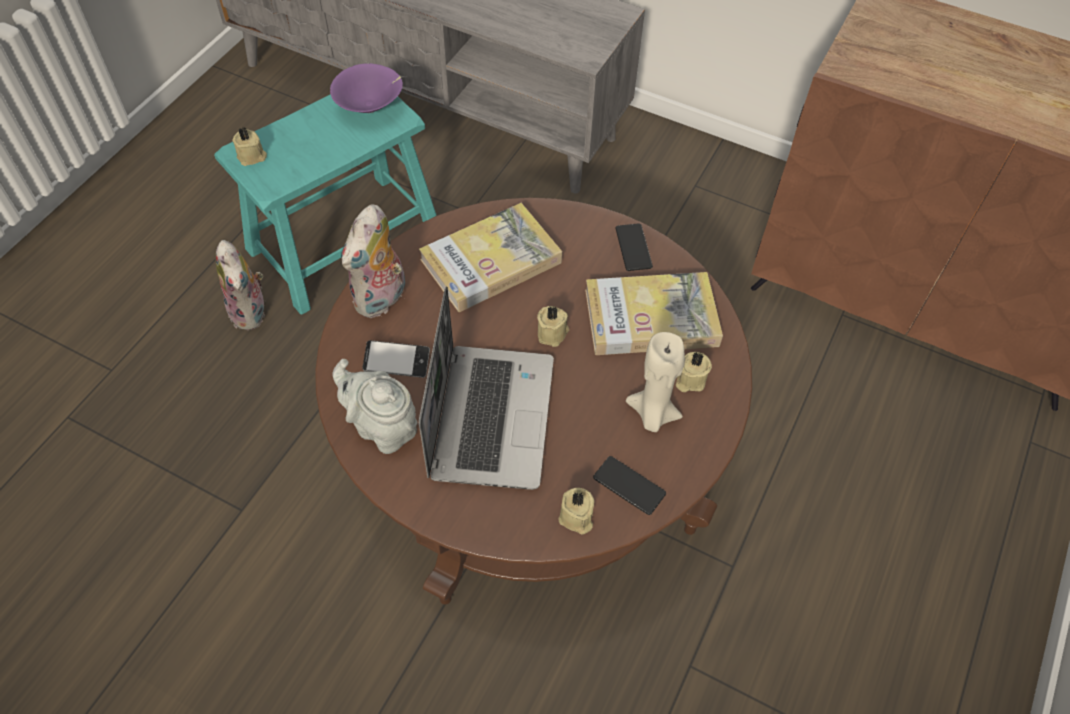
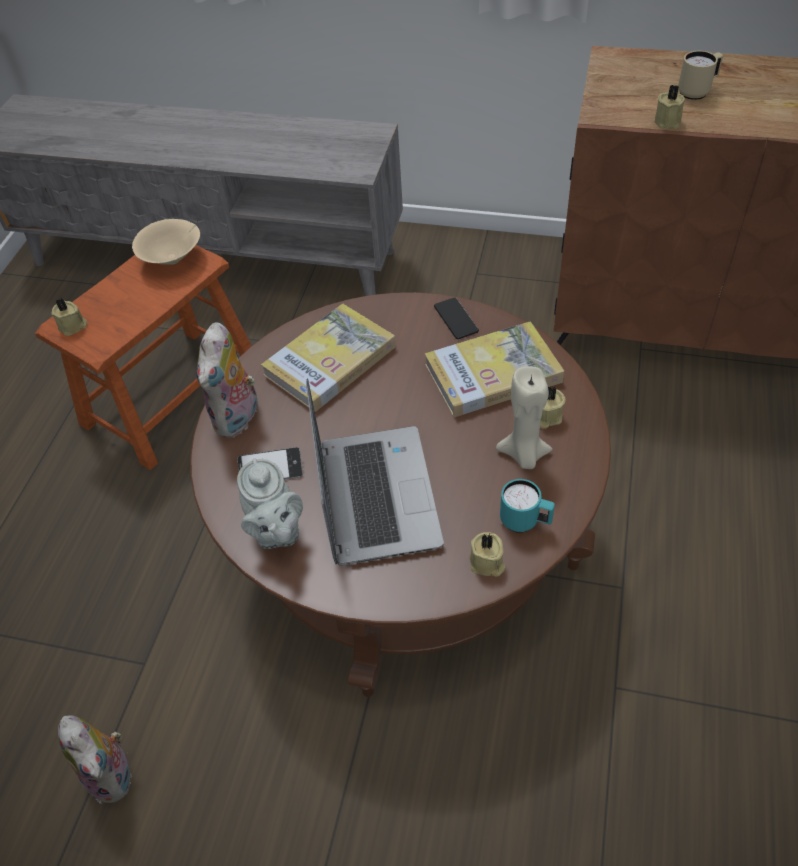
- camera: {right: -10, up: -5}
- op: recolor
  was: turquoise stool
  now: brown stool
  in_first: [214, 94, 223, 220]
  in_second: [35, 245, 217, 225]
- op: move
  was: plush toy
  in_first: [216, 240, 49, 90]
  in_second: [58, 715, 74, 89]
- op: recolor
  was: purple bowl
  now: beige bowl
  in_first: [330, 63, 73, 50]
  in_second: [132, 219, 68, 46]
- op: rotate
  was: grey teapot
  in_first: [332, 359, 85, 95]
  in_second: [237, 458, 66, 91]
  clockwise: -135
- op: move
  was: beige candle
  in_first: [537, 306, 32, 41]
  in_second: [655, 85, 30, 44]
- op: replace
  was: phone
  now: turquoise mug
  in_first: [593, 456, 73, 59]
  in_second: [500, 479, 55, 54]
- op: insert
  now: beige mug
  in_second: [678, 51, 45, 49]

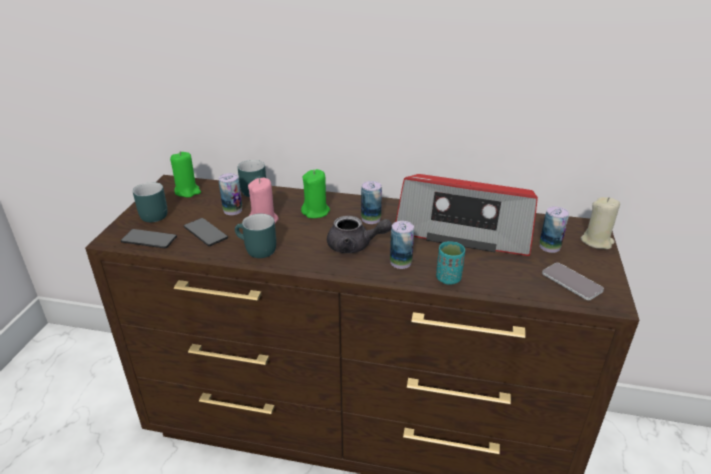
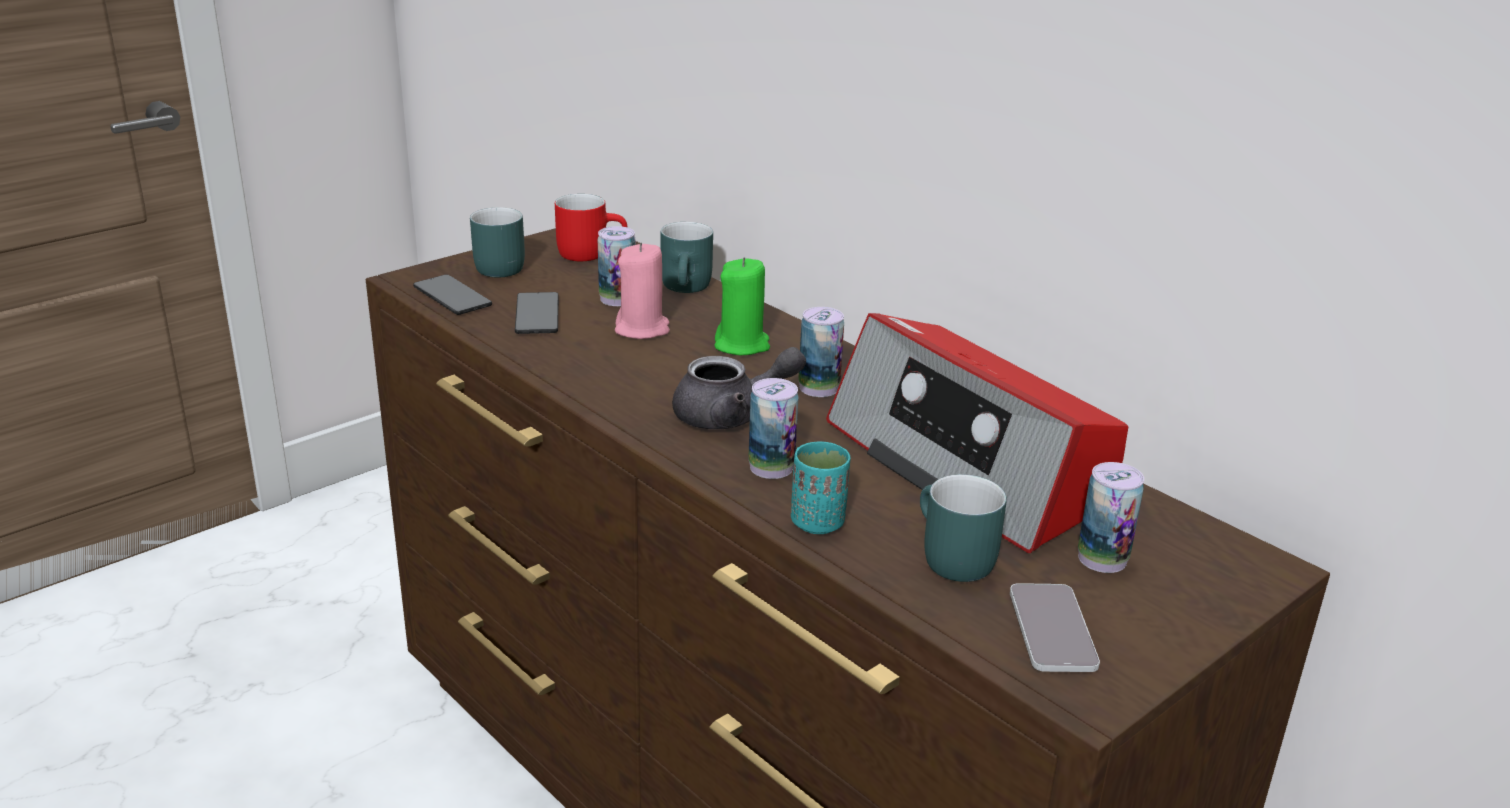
- camera: {right: 35, up: -5}
- op: replace
  was: green candle
  now: red mug
  in_first: [170, 151, 31, 47]
  in_second: [555, 194, 73, 67]
- op: move
  was: turquoise mug
  in_first: [235, 214, 41, 44]
  in_second: [920, 474, 87, 108]
- op: rotate
  was: grey teapot
  in_first: [327, 216, 65, 37]
  in_second: [672, 347, 134, 83]
  clockwise: -60
- op: delete
  was: beige candle
  in_first: [581, 197, 39, 52]

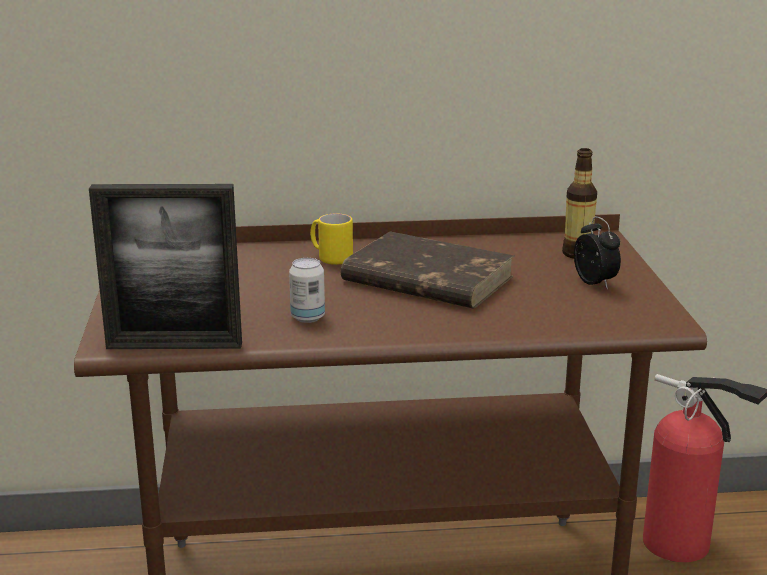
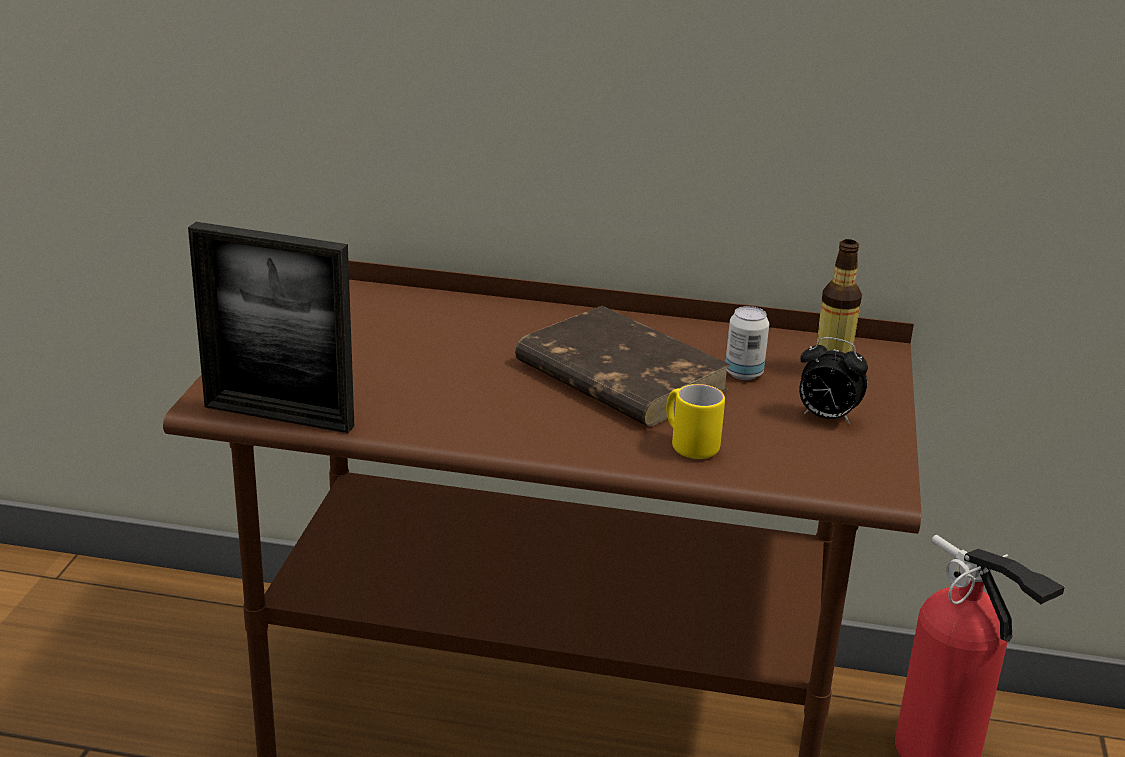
- camera: {right: 15, up: 5}
- op: move
  was: can
  in_first: [289, 258, 36, 65]
  in_second: [726, 306, 43, 74]
- op: move
  was: yellow mug
  in_first: [310, 213, 43, 52]
  in_second: [666, 384, 59, 75]
- op: rotate
  was: alarm clock
  in_first: [574, 216, 47, 74]
  in_second: [799, 337, 69, 87]
  clockwise: 120

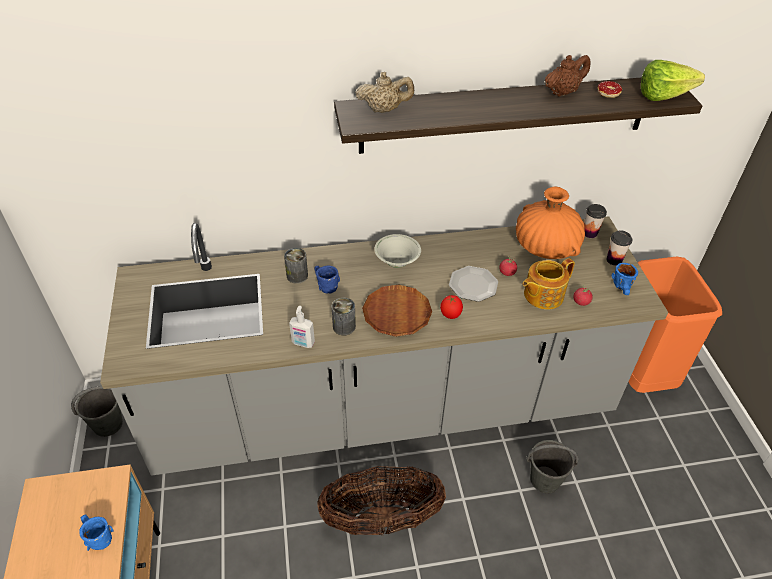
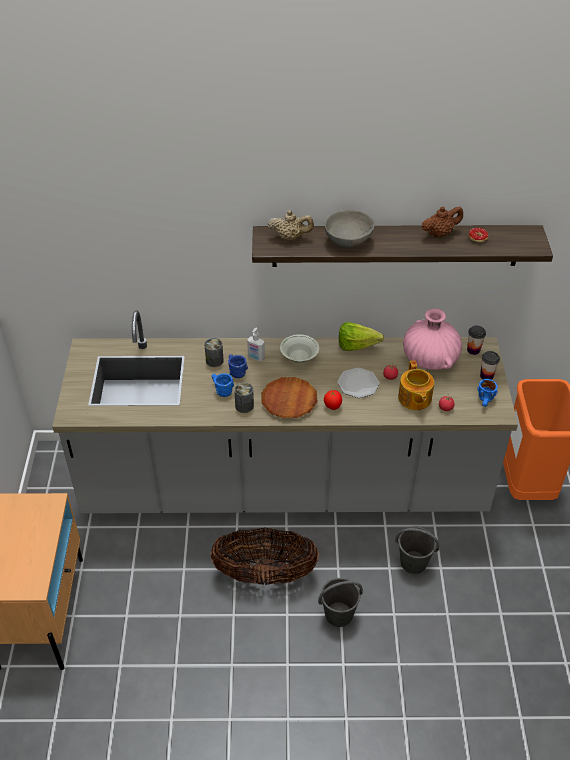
- camera: {right: 10, up: 0}
- op: move
  was: grey bucket
  in_first: [71, 386, 52, 51]
  in_second: [318, 578, 45, 49]
- op: move
  was: blue mug
  in_first: [79, 514, 35, 37]
  in_second: [212, 373, 22, 24]
- op: move
  was: soap dispenser
  in_first: [289, 306, 26, 42]
  in_second: [247, 327, 18, 34]
- op: recolor
  was: orange vase
  now: pink vase
  in_first: [516, 187, 69, 72]
  in_second: [403, 308, 59, 62]
- op: rotate
  was: teapot
  in_first: [523, 258, 52, 52]
  in_second: [398, 360, 36, 50]
  clockwise: -75
- op: move
  was: lettuce
  in_first: [641, 60, 64, 41]
  in_second: [339, 322, 45, 29]
- op: insert
  now: grey bowl
  in_second: [325, 210, 50, 38]

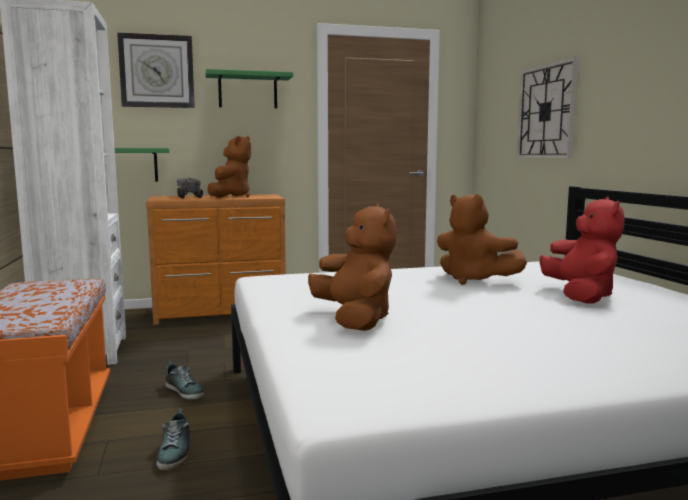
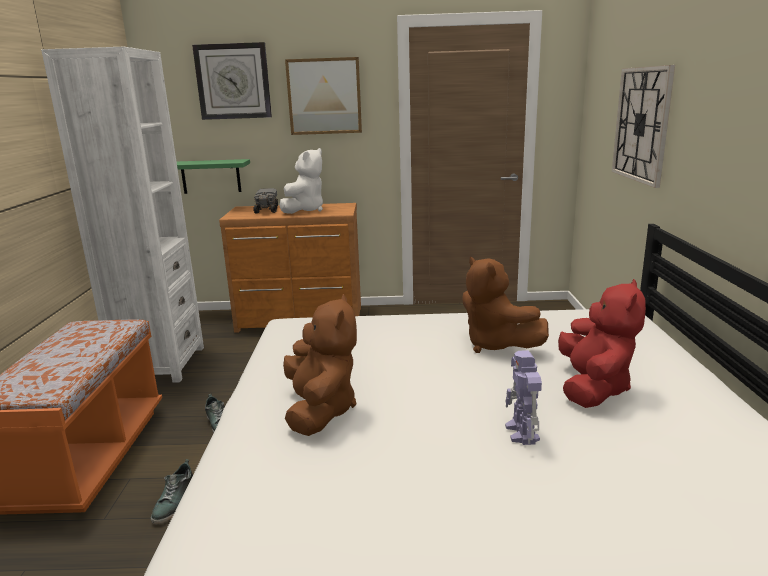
- camera: {right: 15, up: 10}
- op: replace
  was: green shelf
  now: picture
  in_first: [205, 69, 88, 39]
  in_second: [285, 57, 77, 78]
- op: recolor
  was: brown plush toy
  now: white plush toy
  in_first: [207, 136, 44, 62]
  in_second: [280, 148, 43, 66]
- op: insert
  now: toy robot
  in_second: [505, 350, 37, 95]

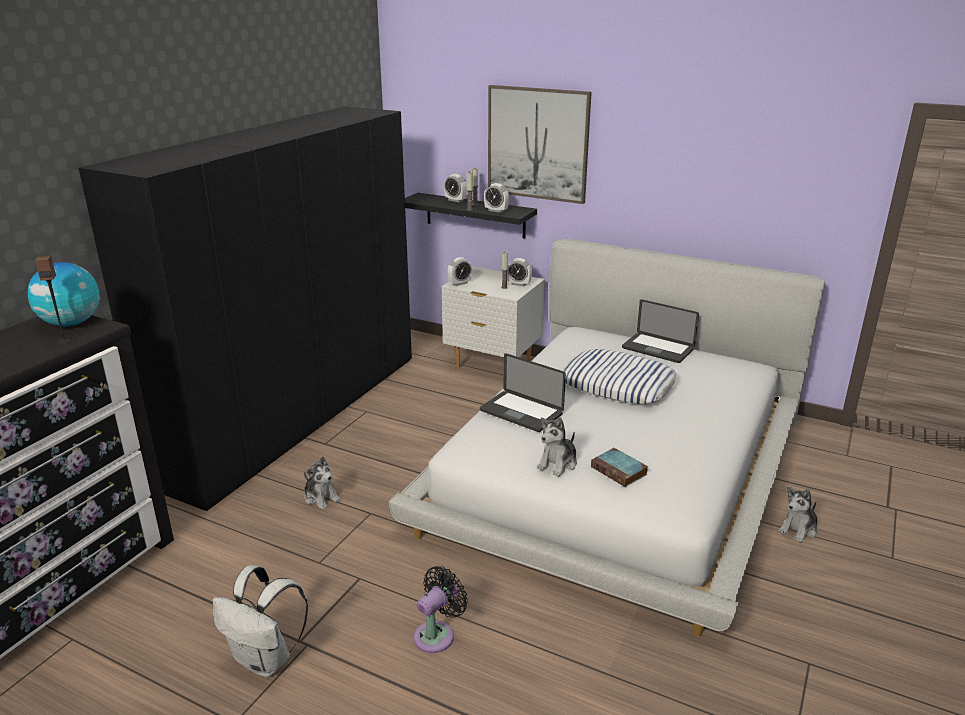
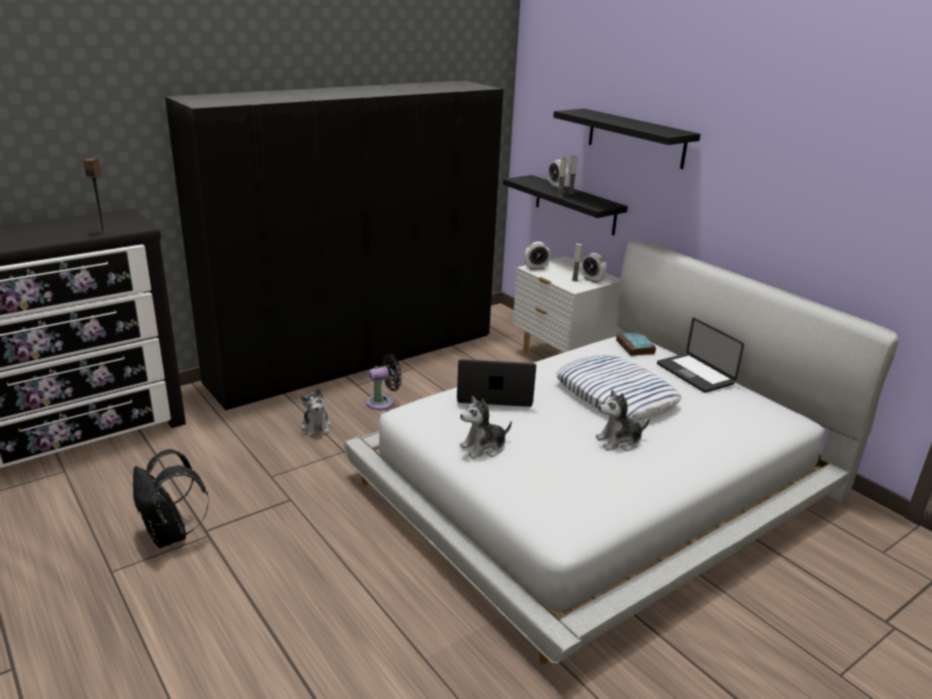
- camera: {right: 25, up: 0}
- op: delete
  was: globe
  in_first: [28, 262, 72, 64]
- op: recolor
  was: white backpack
  now: black backpack
  in_first: [213, 565, 95, 112]
  in_second: [133, 449, 76, 99]
- op: move
  was: black fan
  in_first: [414, 566, 54, 87]
  in_second: [366, 354, 36, 56]
- op: rotate
  was: laptop
  in_first: [480, 353, 86, 79]
  in_second: [457, 359, 79, 48]
  clockwise: 120
- op: delete
  was: alarm clock
  in_first: [484, 183, 25, 30]
- op: replace
  was: picture
  now: black shelf
  in_first: [488, 85, 104, 119]
  in_second: [553, 109, 148, 60]
- op: move
  was: book
  in_first: [591, 448, 57, 39]
  in_second: [616, 332, 40, 24]
- op: move
  was: plush toy
  in_first: [778, 486, 39, 57]
  in_second: [596, 390, 54, 61]

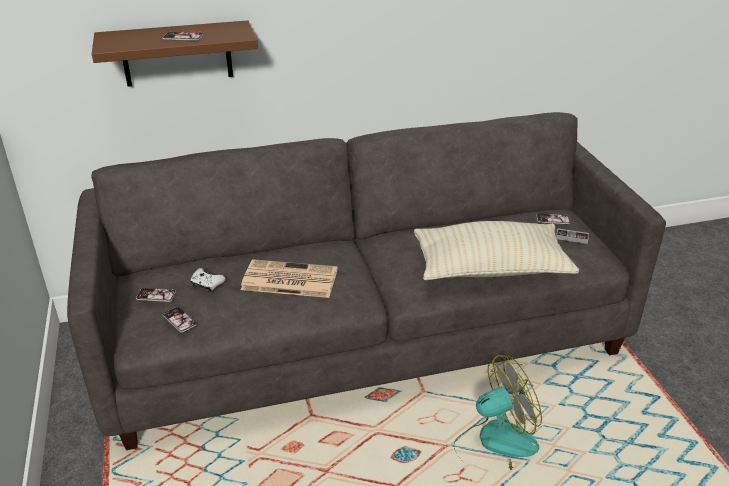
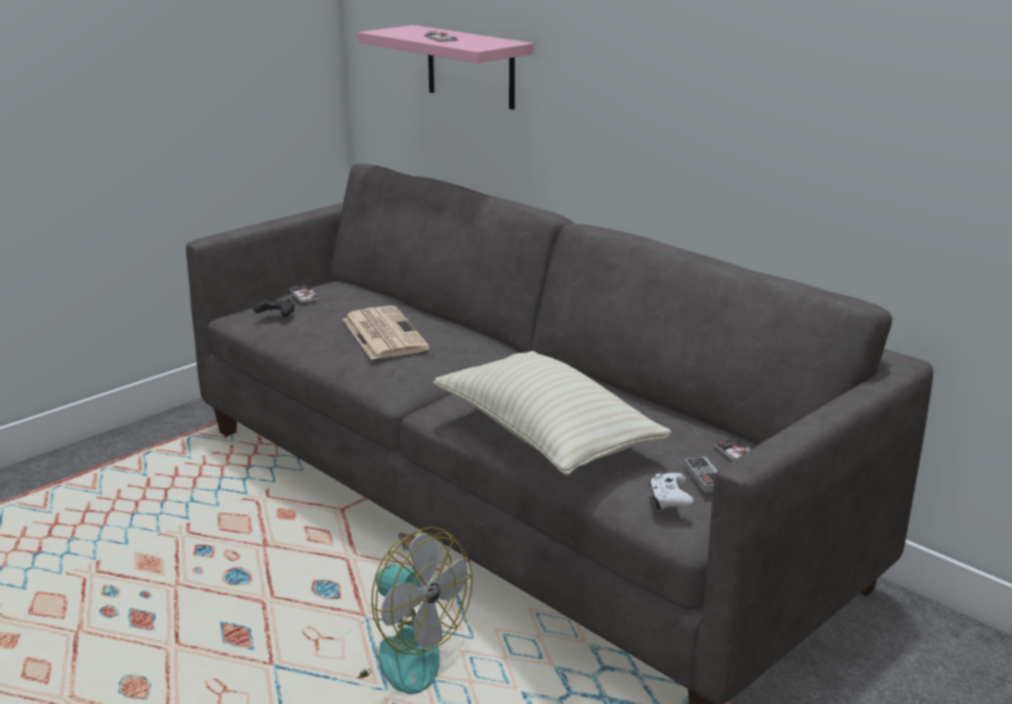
- camera: {right: 60, up: -10}
- op: recolor
  was: brown shelf
  now: pink shelf
  in_first: [92, 20, 166, 67]
  in_second: [358, 25, 175, 85]
- op: replace
  was: phone
  now: black game controller
  in_first: [163, 307, 34, 26]
  in_second: [253, 298, 42, 19]
- op: move
  was: white game controller
  in_first: [190, 268, 36, 25]
  in_second: [649, 473, 45, 36]

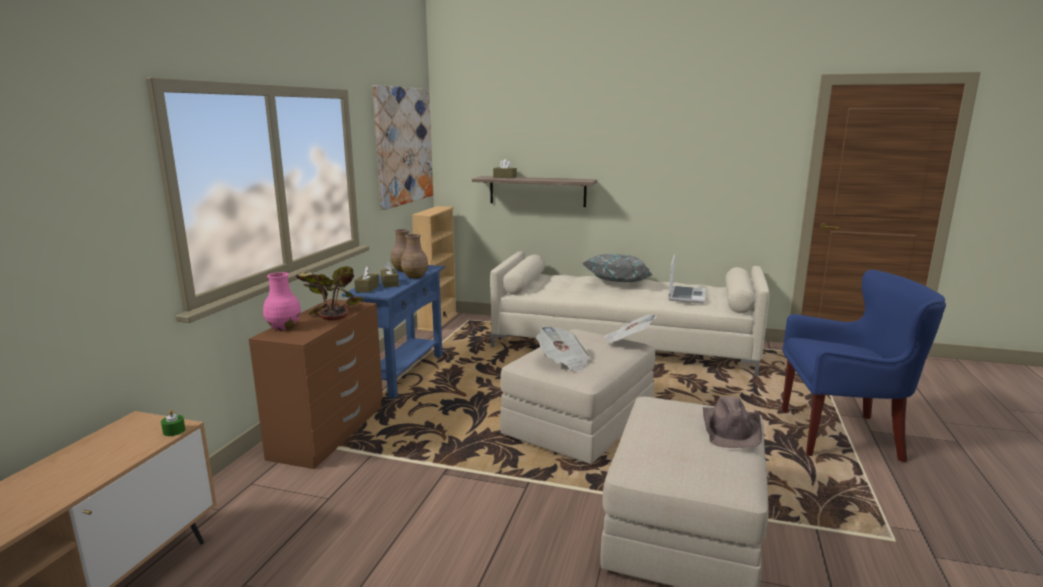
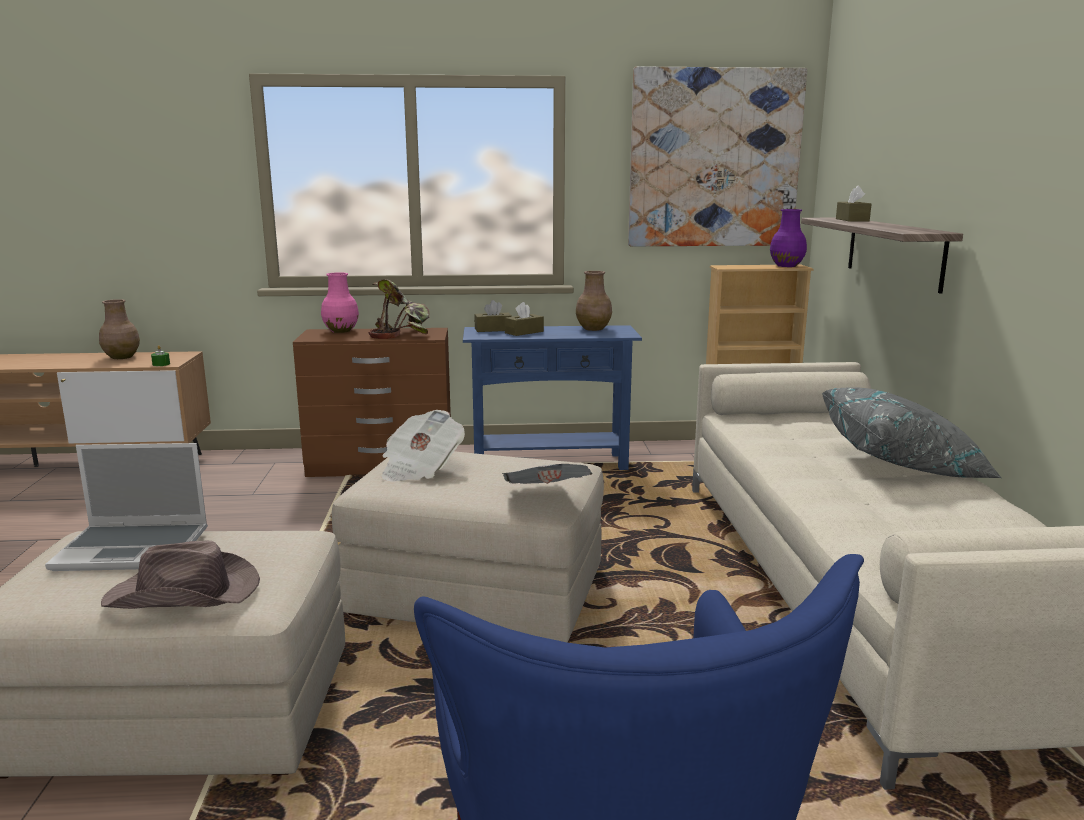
- camera: {right: 70, up: 0}
- op: move
  was: brown vase
  in_first: [401, 234, 27, 45]
  in_second: [99, 299, 41, 60]
- op: move
  was: laptop
  in_first: [668, 255, 38, 48]
  in_second: [45, 443, 163, 128]
- op: insert
  now: purple vase
  in_second: [770, 209, 37, 58]

